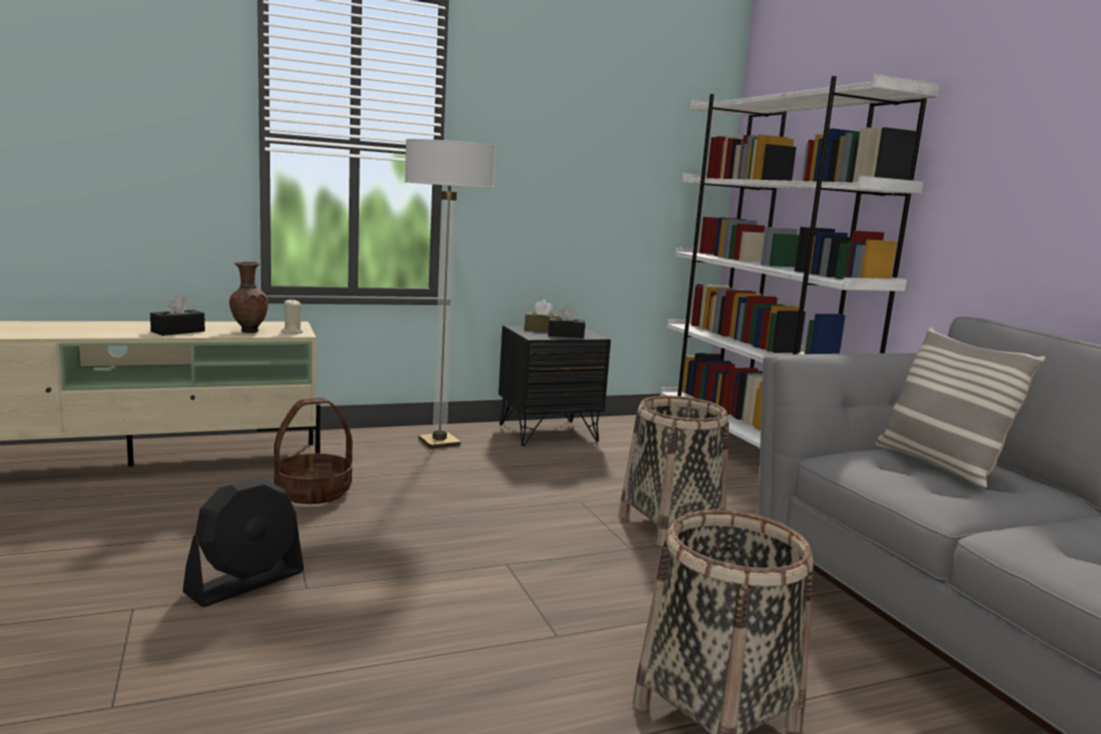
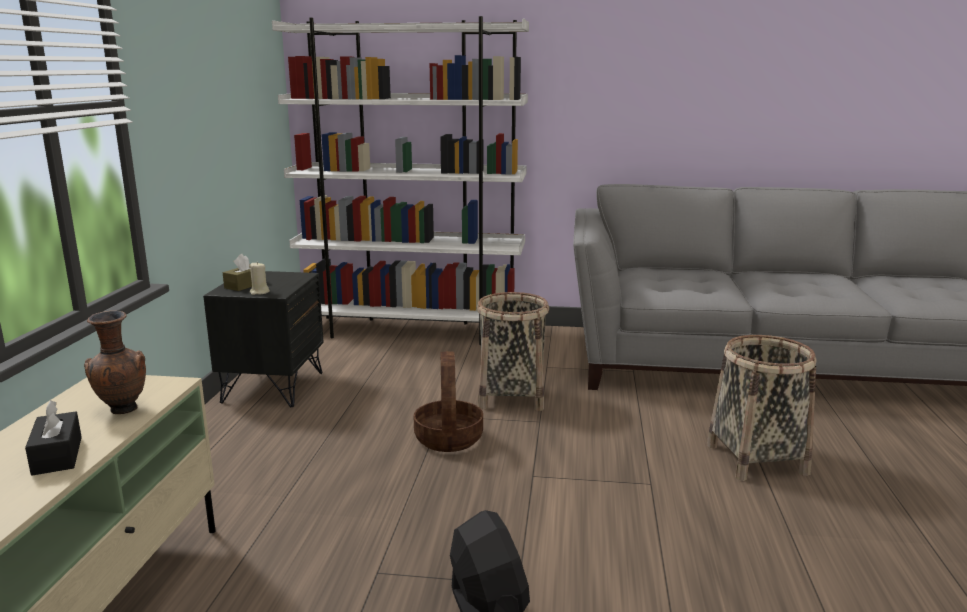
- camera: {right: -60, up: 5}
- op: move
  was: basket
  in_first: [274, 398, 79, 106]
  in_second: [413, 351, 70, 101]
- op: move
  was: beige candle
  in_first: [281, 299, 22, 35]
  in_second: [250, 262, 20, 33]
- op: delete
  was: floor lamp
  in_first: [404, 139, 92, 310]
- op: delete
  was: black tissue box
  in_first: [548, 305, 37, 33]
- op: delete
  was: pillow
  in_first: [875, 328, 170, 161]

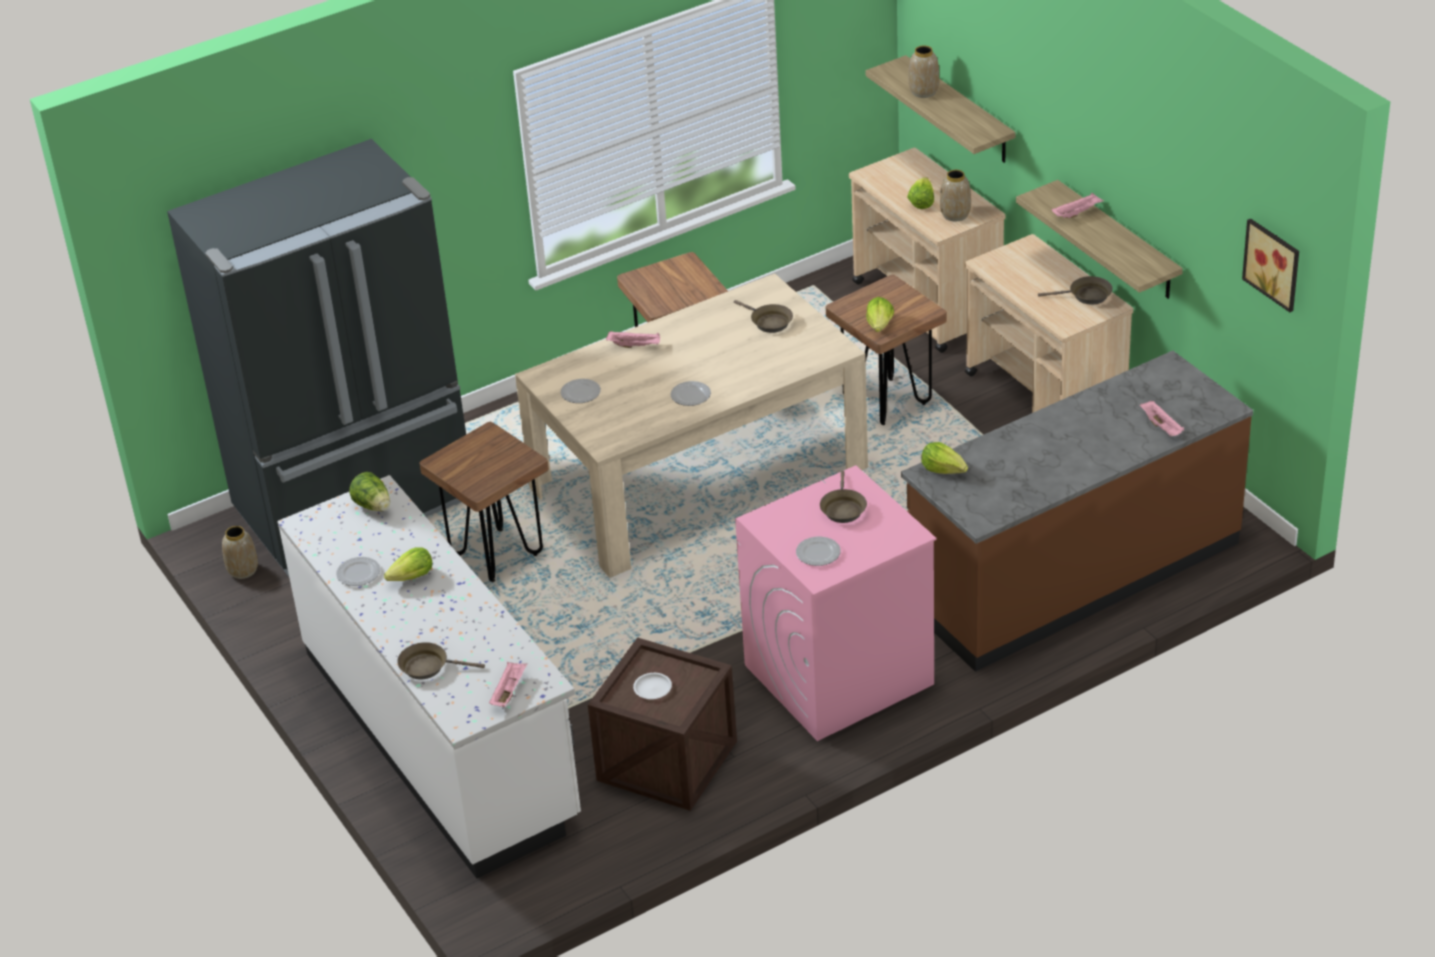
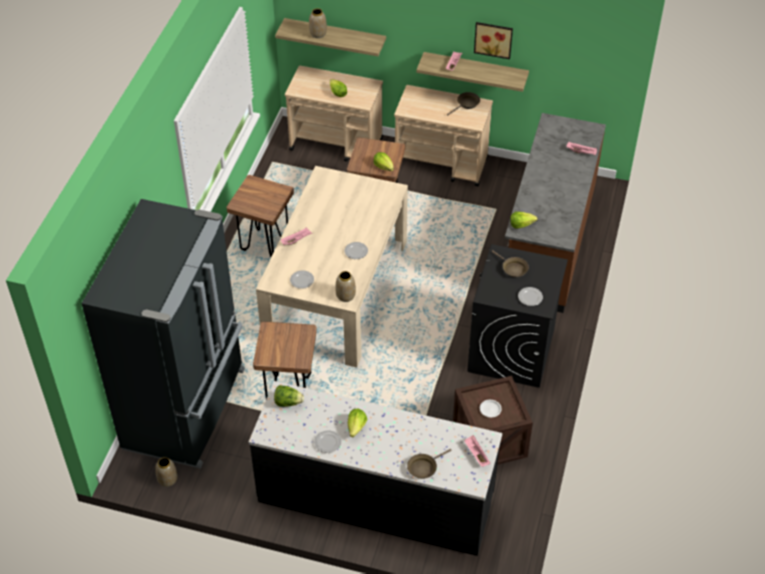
- camera: {right: -45, up: 10}
- op: recolor
  was: white counter
  now: black counter
  in_first: [277, 475, 304, 403]
  in_second: [249, 381, 253, 175]
- op: delete
  was: brown frying pan
  in_first: [734, 300, 59, 33]
- op: recolor
  was: pink washing machine
  now: black washing machine
  in_first: [735, 465, 202, 276]
  in_second: [467, 244, 101, 144]
- op: move
  was: vase
  in_first: [940, 170, 31, 51]
  in_second: [335, 271, 21, 31]
- op: move
  was: picture
  in_first: [1242, 219, 57, 93]
  in_second: [474, 22, 39, 37]

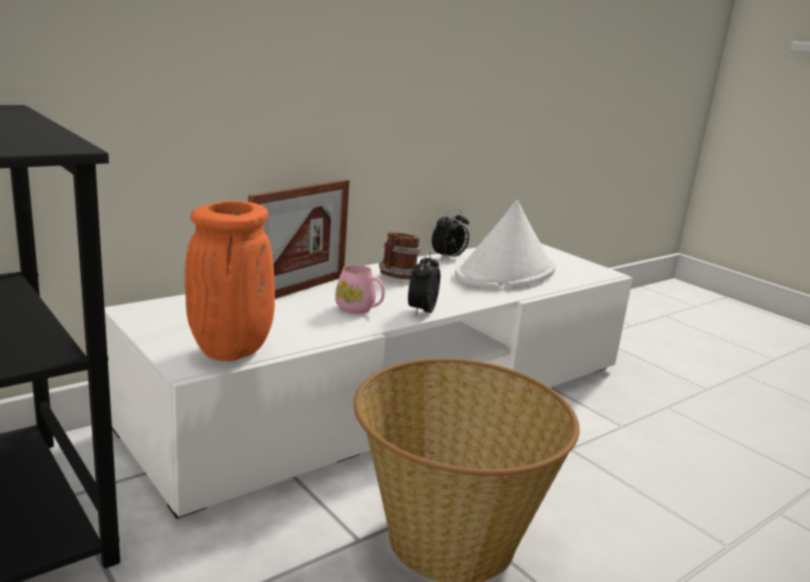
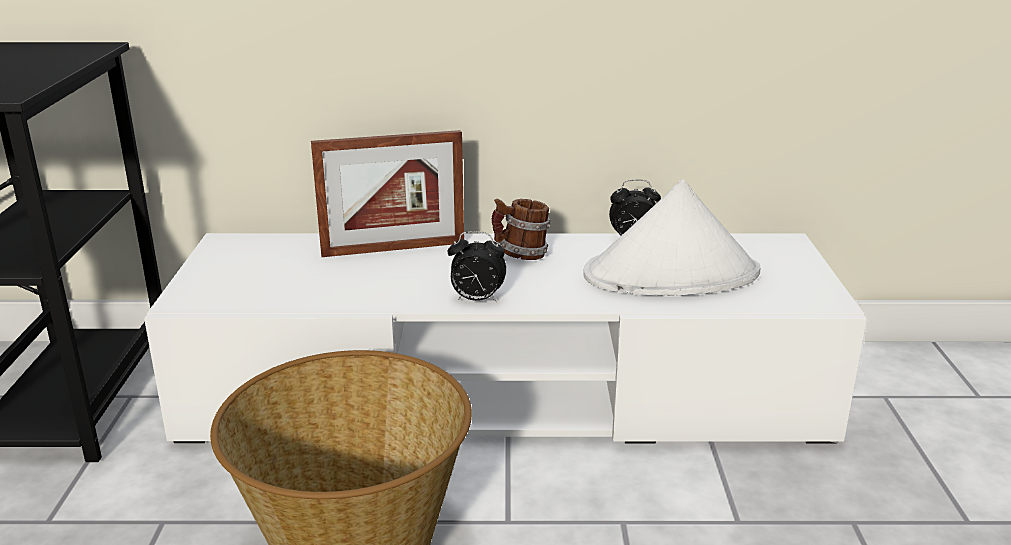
- camera: {right: 40, up: 5}
- op: delete
  was: orange vase
  in_first: [184, 200, 91, 161]
- op: delete
  was: pink mug
  in_first: [335, 264, 50, 50]
- op: rotate
  was: alarm clock
  in_first: [408, 251, 32, 66]
  in_second: [448, 231, 58, 71]
  clockwise: -135

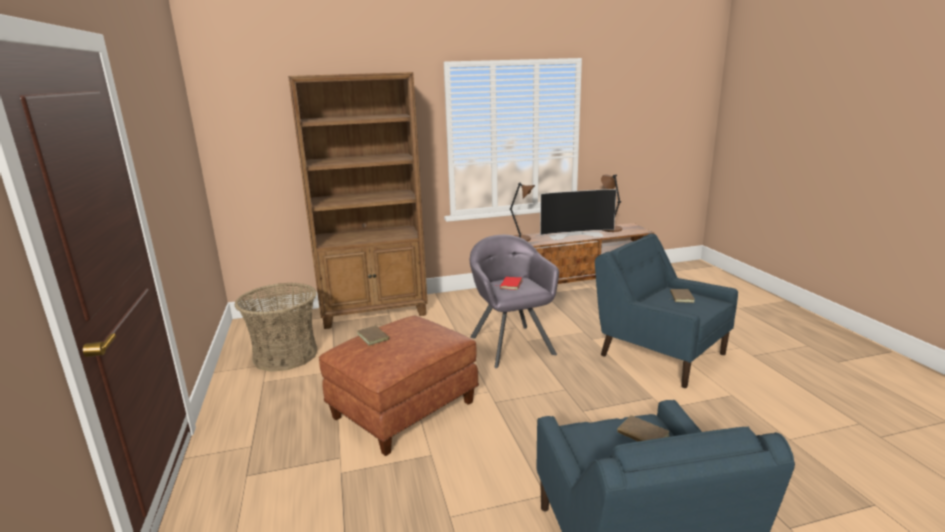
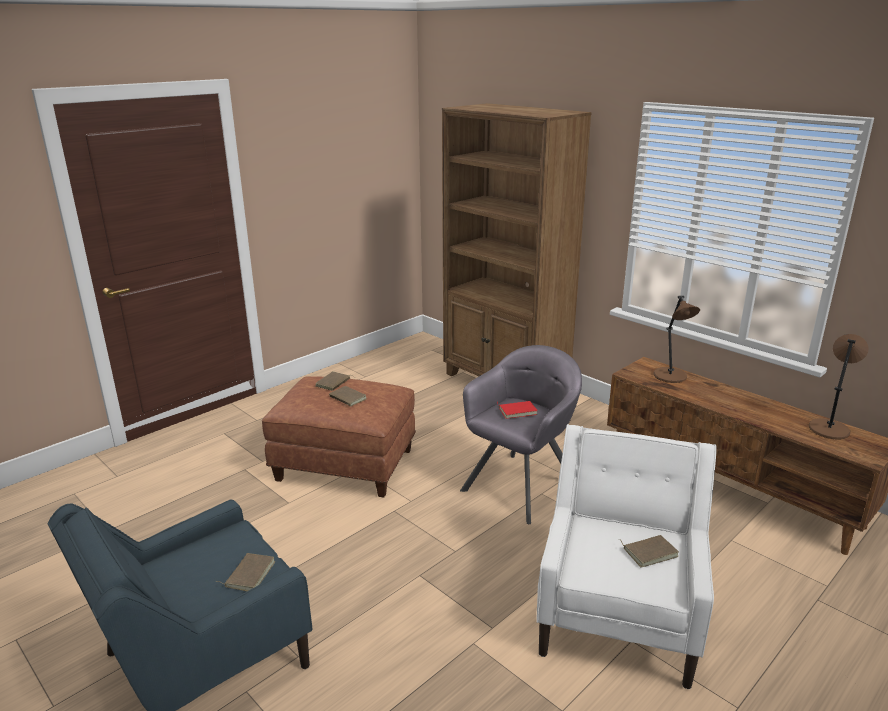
- camera: {right: 60, up: 5}
- op: delete
  was: basket
  in_first: [235, 283, 82, 89]
- op: delete
  was: television
  in_first: [540, 189, 77, 51]
- op: recolor
  was: blue armchair
  now: white armchair
  in_first: [595, 233, 143, 155]
  in_second: [536, 424, 181, 265]
- op: insert
  now: brown book
  in_second: [329, 386, 37, 21]

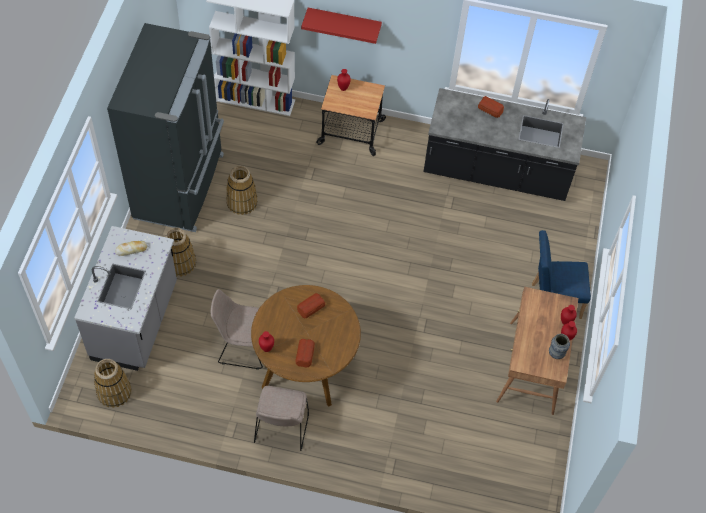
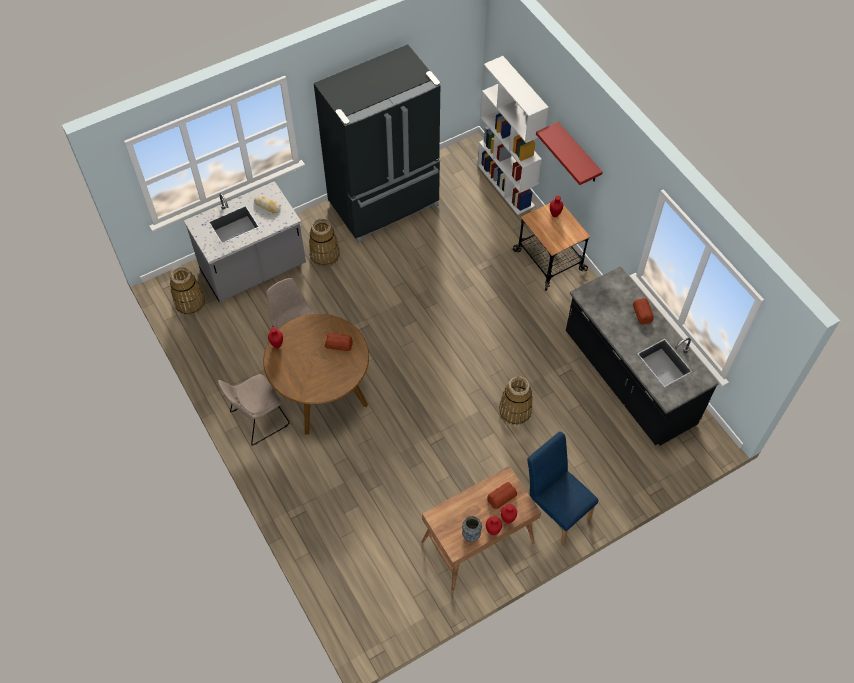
- camera: {right: 50, up: 0}
- op: move
  was: basket
  in_first: [226, 166, 32, 49]
  in_second: [499, 376, 34, 49]
- op: move
  was: bread
  in_first: [296, 339, 19, 28]
  in_second: [487, 482, 30, 27]

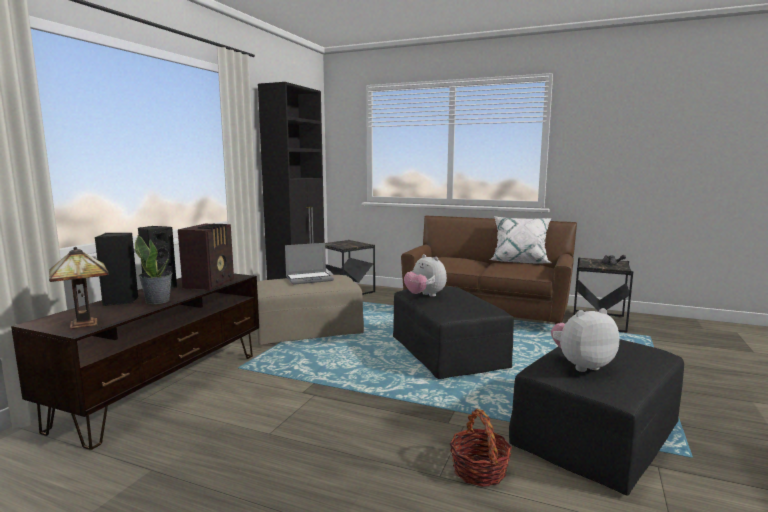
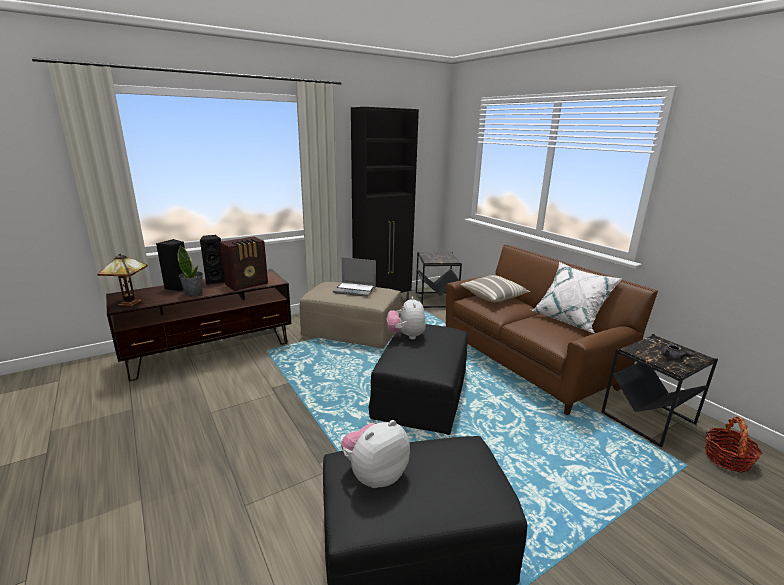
- camera: {right: 35, up: 10}
- op: move
  was: basket
  in_first: [450, 409, 62, 78]
  in_second: [704, 416, 58, 57]
- op: rotate
  was: plush toy
  in_first: [551, 308, 68, 64]
  in_second: [341, 420, 69, 68]
  clockwise: -60
- op: insert
  now: pillow
  in_second: [461, 275, 69, 27]

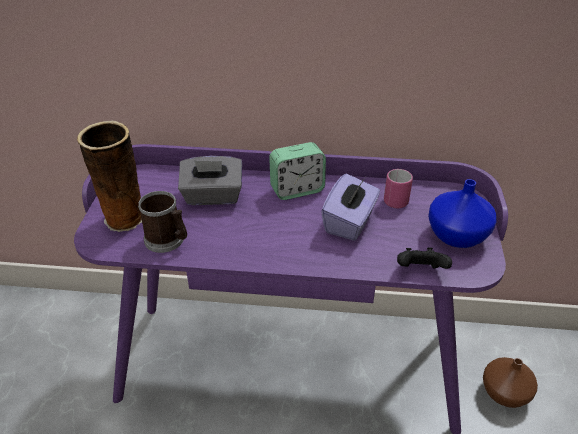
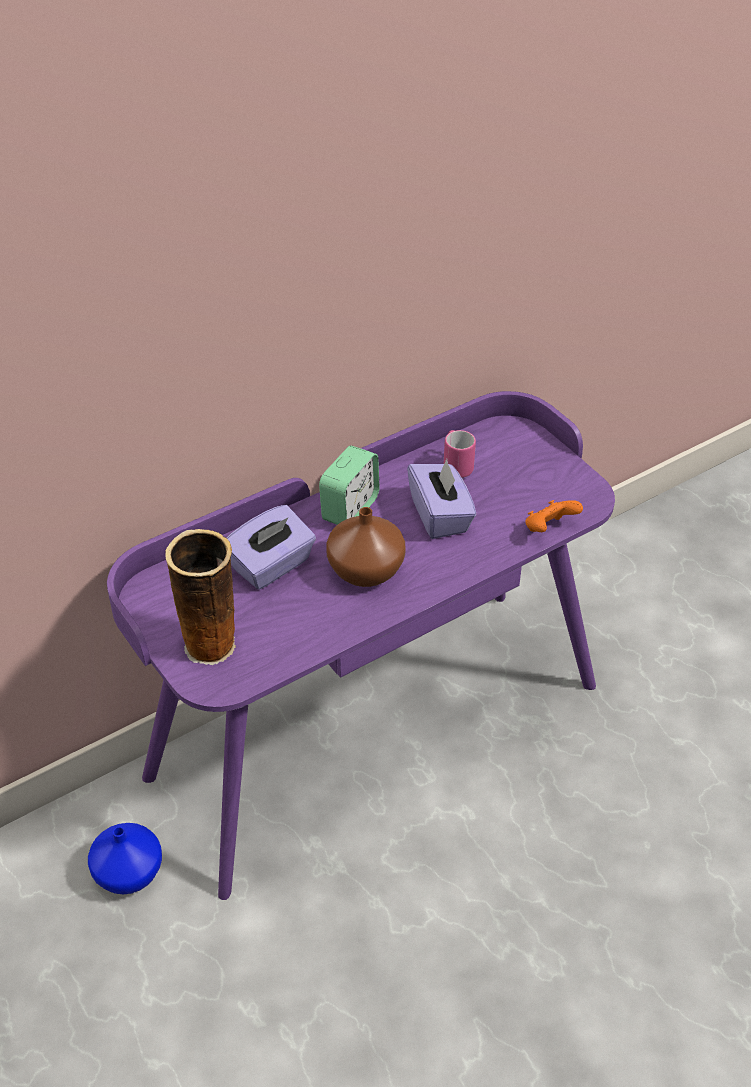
- camera: {right: -40, up: 5}
- op: delete
  was: mug
  in_first: [138, 191, 49, 62]
- op: recolor
  was: grey tissue box
  now: purple tissue box
  in_first: [178, 156, 64, 49]
  in_second: [227, 505, 89, 85]
- op: recolor
  was: black game controller
  now: orange game controller
  in_first: [397, 247, 55, 22]
  in_second: [525, 500, 58, 32]
- op: move
  was: blue vase
  in_first: [428, 179, 69, 69]
  in_second: [88, 823, 74, 72]
- op: move
  was: brown vase
  in_first: [483, 357, 55, 51]
  in_second: [326, 507, 80, 80]

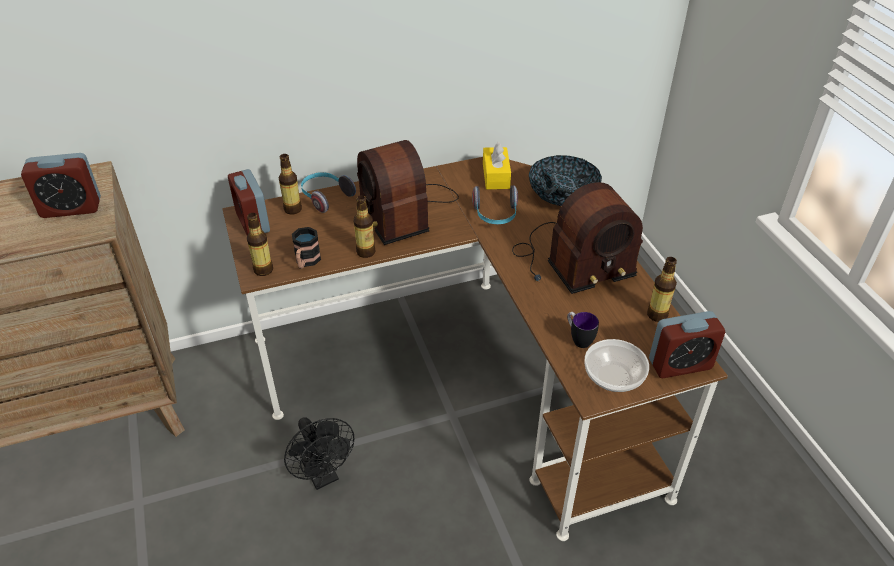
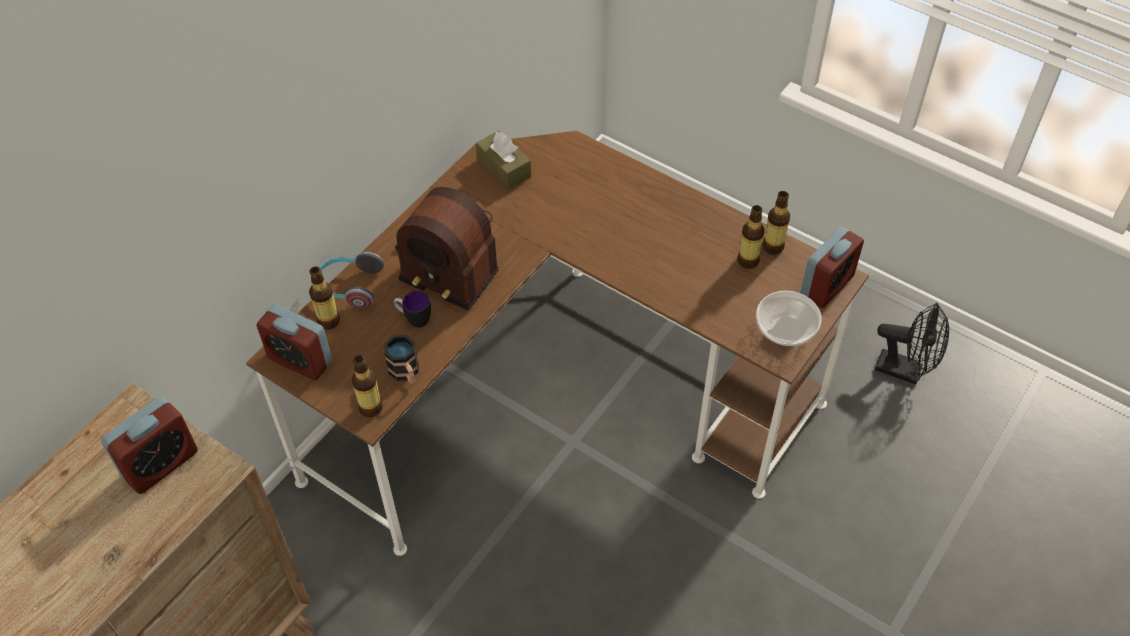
- camera: {right: -35, up: 10}
- op: move
  was: black fan
  in_first: [284, 417, 70, 73]
  in_second: [875, 303, 74, 81]
- op: move
  was: bottle
  in_first: [353, 195, 23, 63]
  in_second: [737, 205, 28, 64]
- op: delete
  was: headphones
  in_first: [472, 185, 46, 39]
- op: recolor
  was: yellow tissue box
  now: brown tissue box
  in_first: [483, 142, 28, 47]
  in_second: [476, 131, 55, 59]
- op: delete
  was: radio
  in_first: [512, 182, 131, 112]
- op: delete
  was: bowl
  in_first: [529, 155, 73, 51]
- op: move
  was: mug
  in_first: [567, 312, 32, 36]
  in_second: [393, 291, 38, 37]

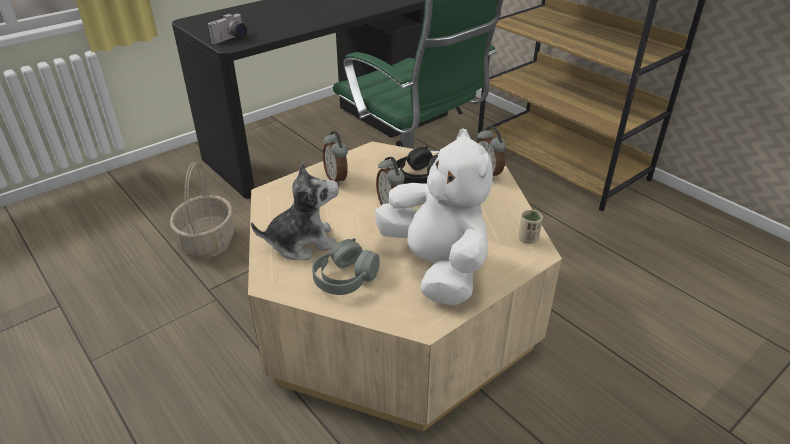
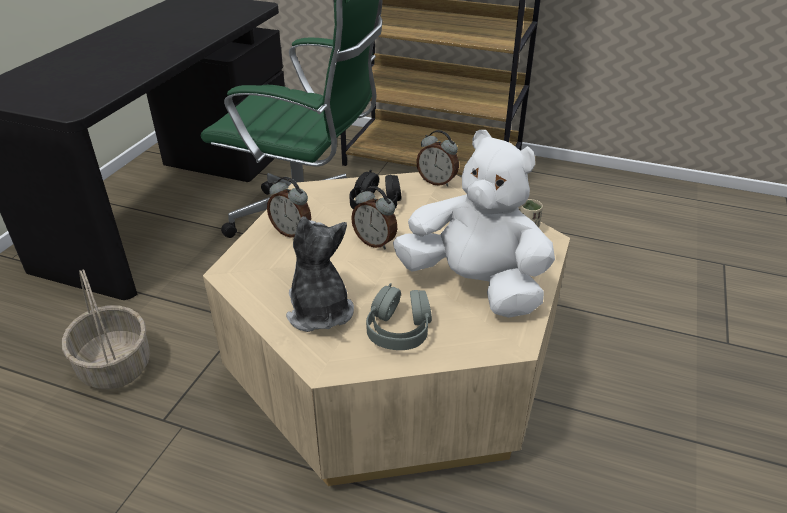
- camera: {right: -30, up: 0}
- op: delete
  was: photo camera
  in_first: [207, 14, 40, 30]
- op: rotate
  was: plush toy
  in_first: [251, 162, 88, 98]
  in_second: [286, 217, 68, 115]
  clockwise: -60

